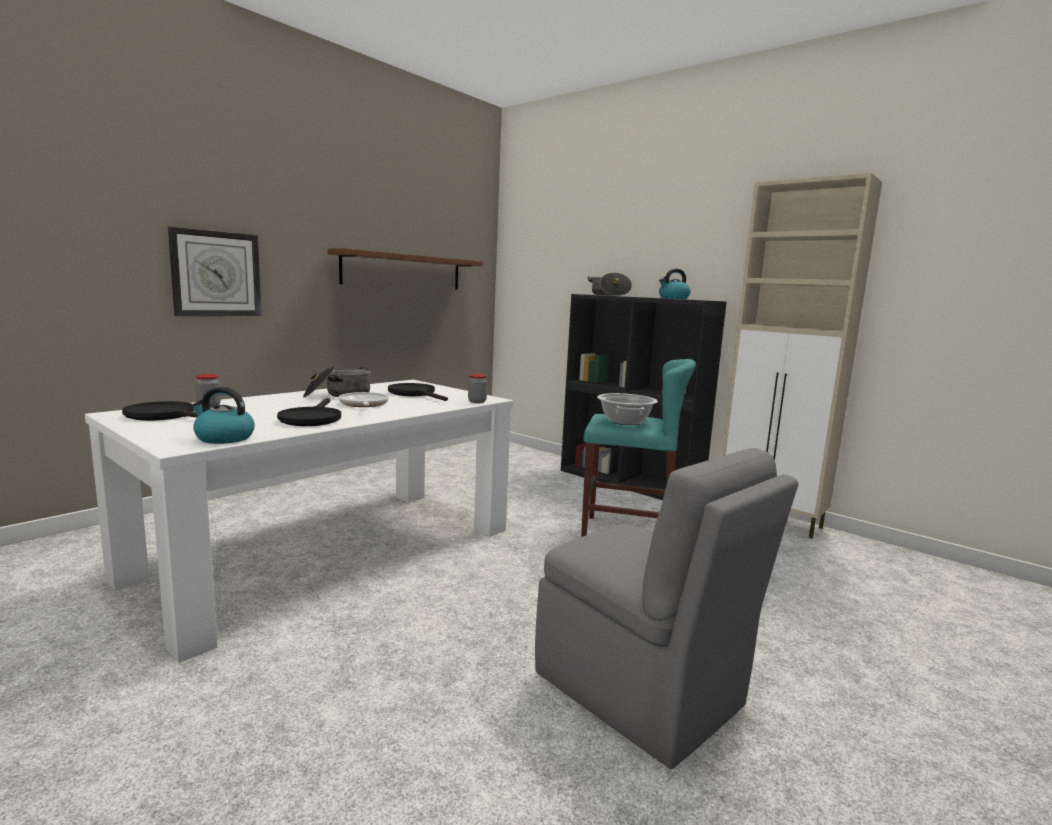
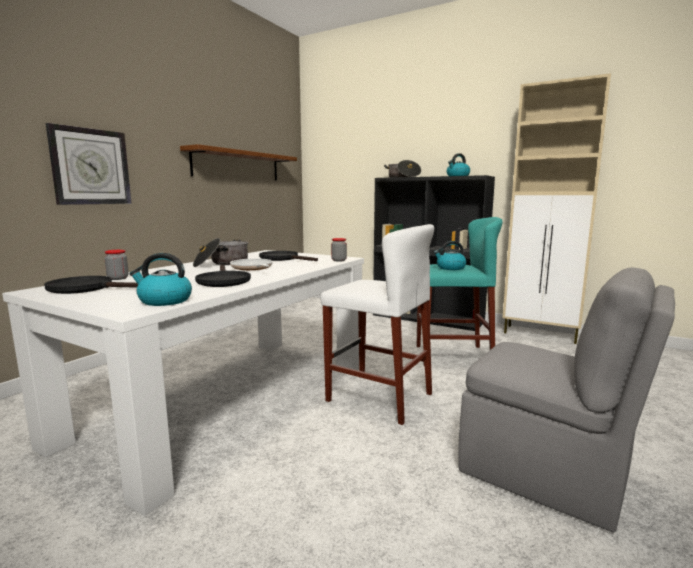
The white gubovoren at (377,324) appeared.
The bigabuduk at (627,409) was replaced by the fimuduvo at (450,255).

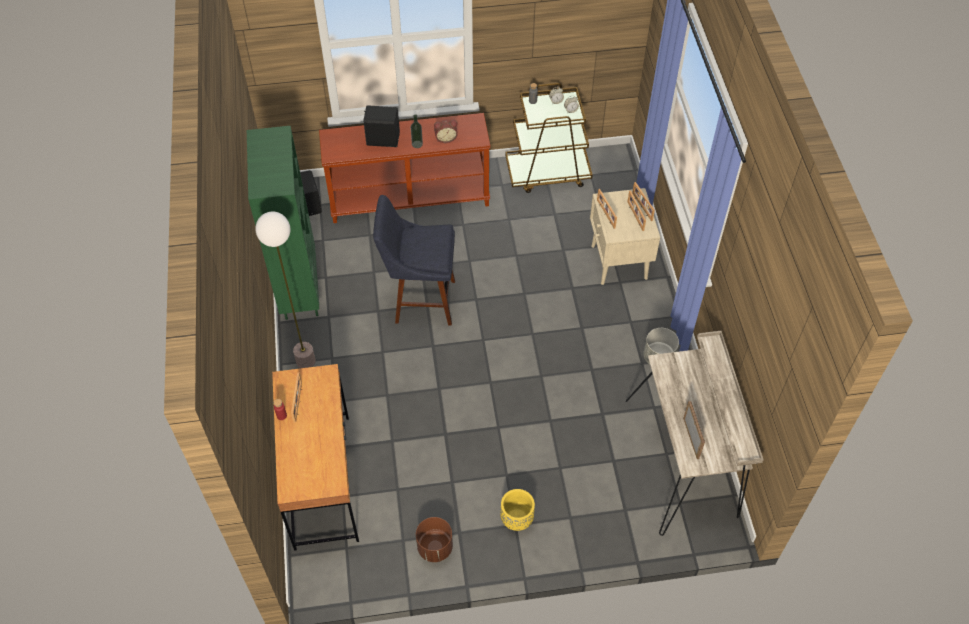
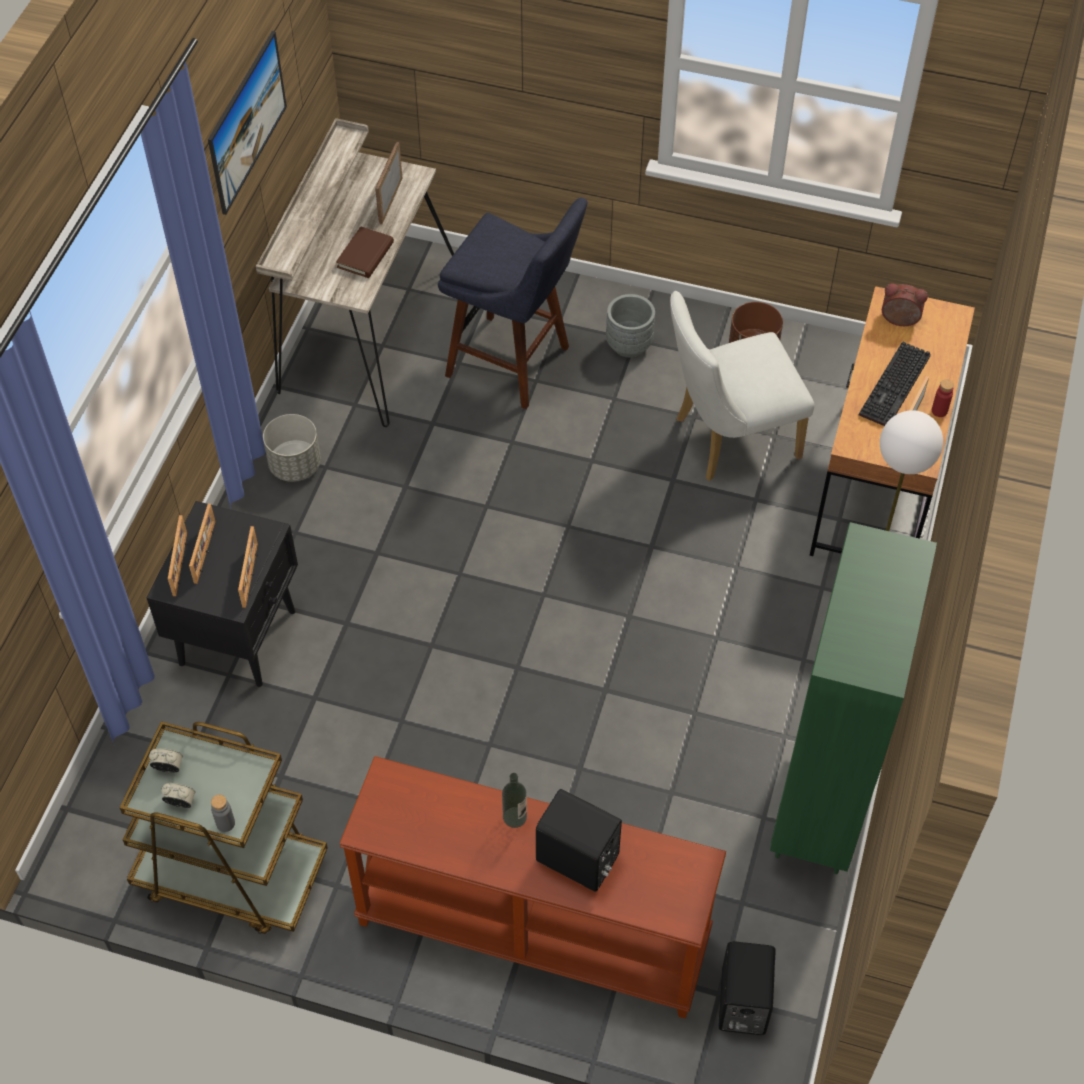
The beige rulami at (625,236) became the black rulami at (222,594).
The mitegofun at (247,123) appeared.
The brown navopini at (365,252) appeared.
The blue gubovoren moved from (414,260) to (513,303).
The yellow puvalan at (518,510) became the grey puvalan at (630,325).
The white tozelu at (742,386) appeared.
The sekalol at (895,384) appeared.
The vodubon moved from (446,131) to (905,304).

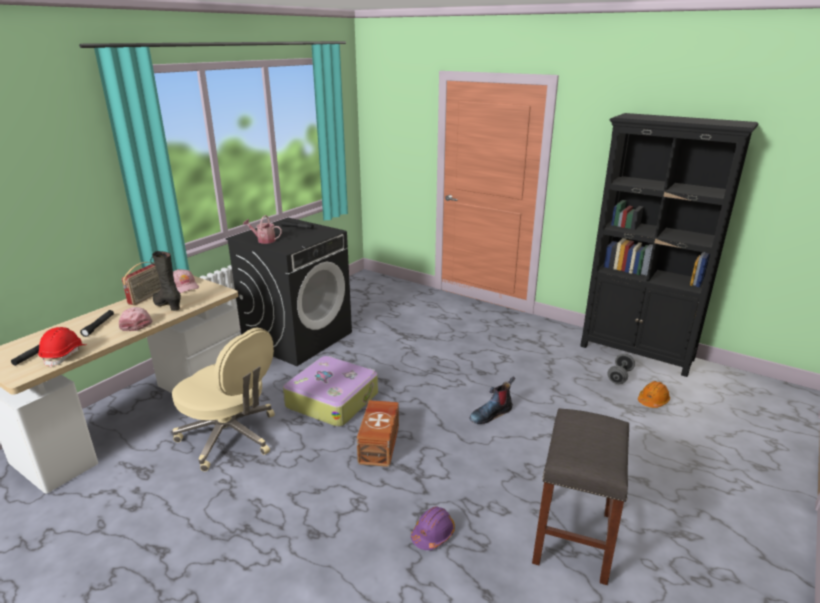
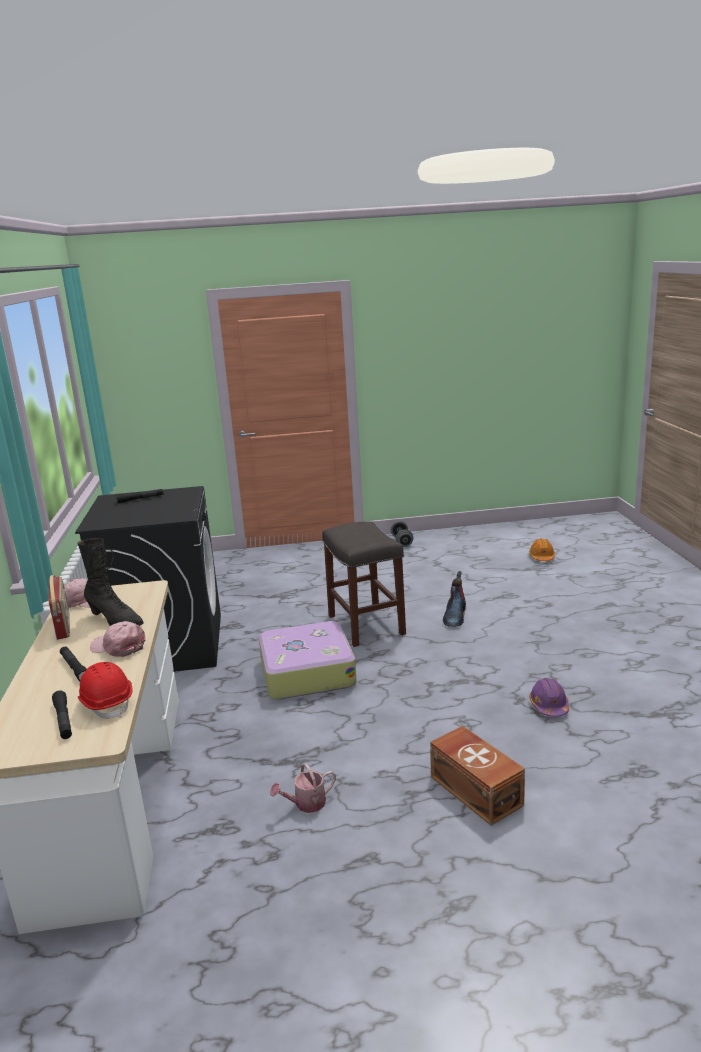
The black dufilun at (166,281) turned 150 degrees counterclockwise.
The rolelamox moved from (262,229) to (303,788).
The grey gubovoren moved from (580,496) to (364,584).
The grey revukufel moved from (621,369) to (402,534).
The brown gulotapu moved from (378,433) to (477,776).
The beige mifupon at (223,399) disappeared.
The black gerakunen at (669,245) disappeared.

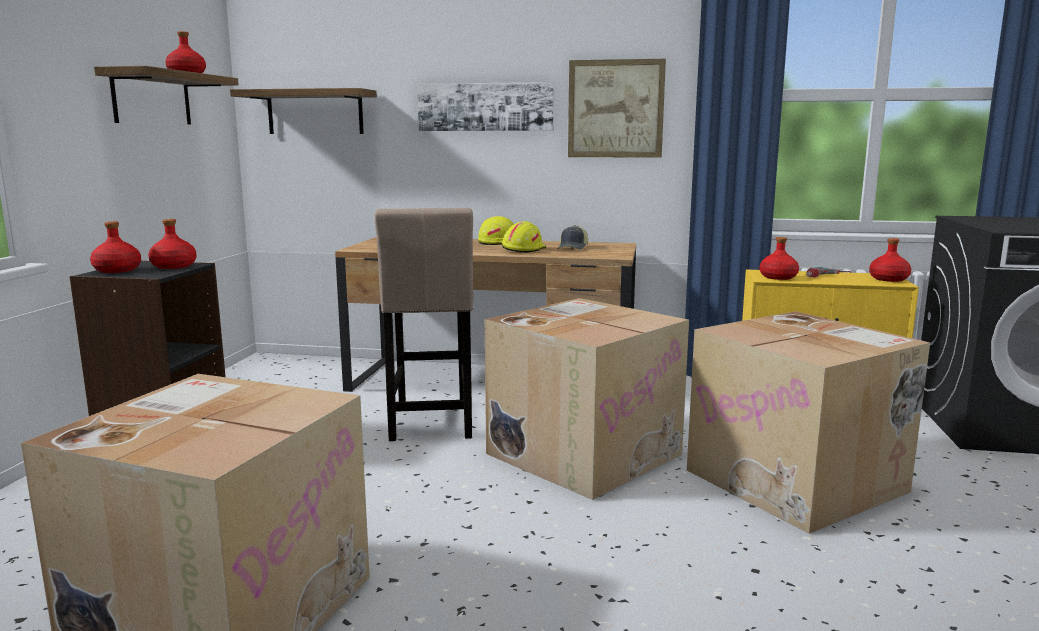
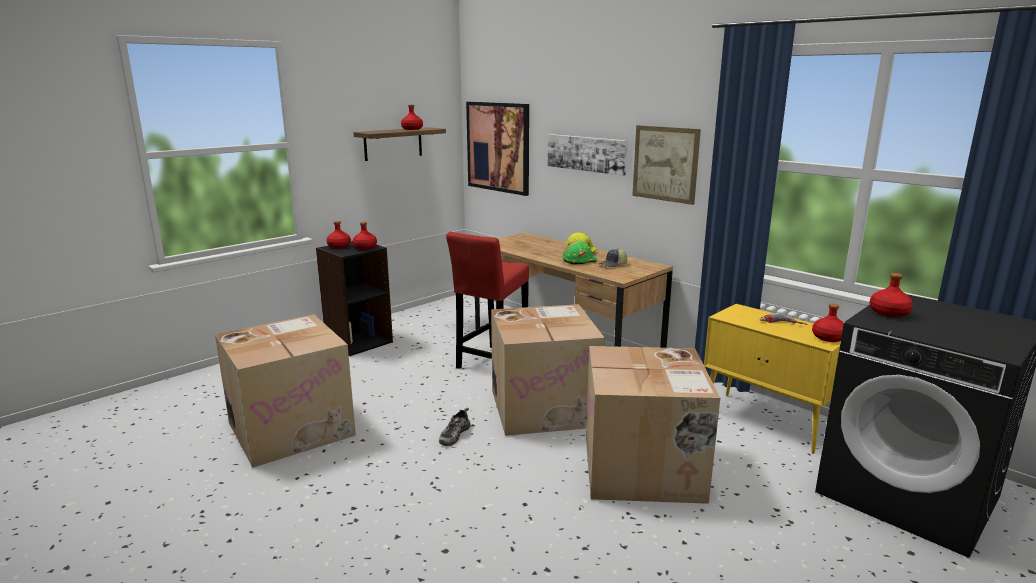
The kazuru at (455,427) appeared.
The beige gubovoren at (424,324) became the red gubovoren at (487,300).
The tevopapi at (303,111) was replaced by the mitegofun at (497,149).
The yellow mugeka at (524,237) became the green mugeka at (580,252).
The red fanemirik moved from (779,258) to (891,295).

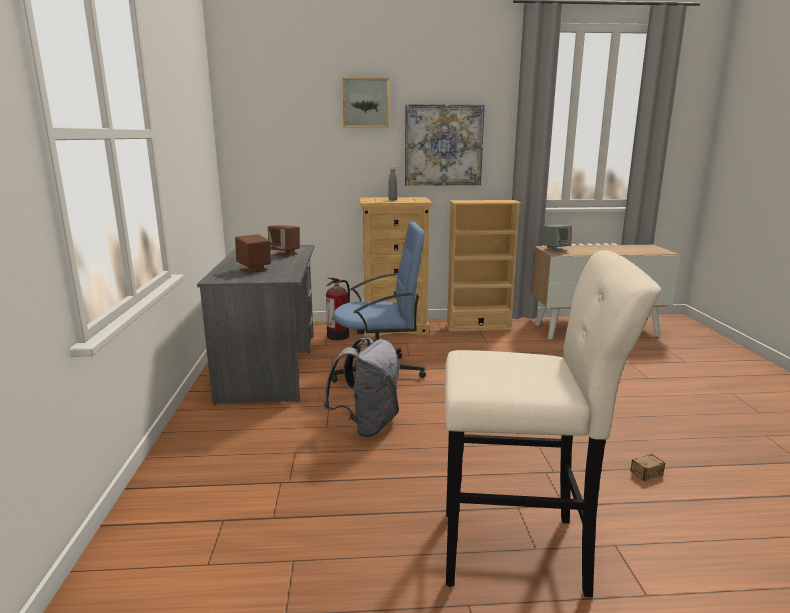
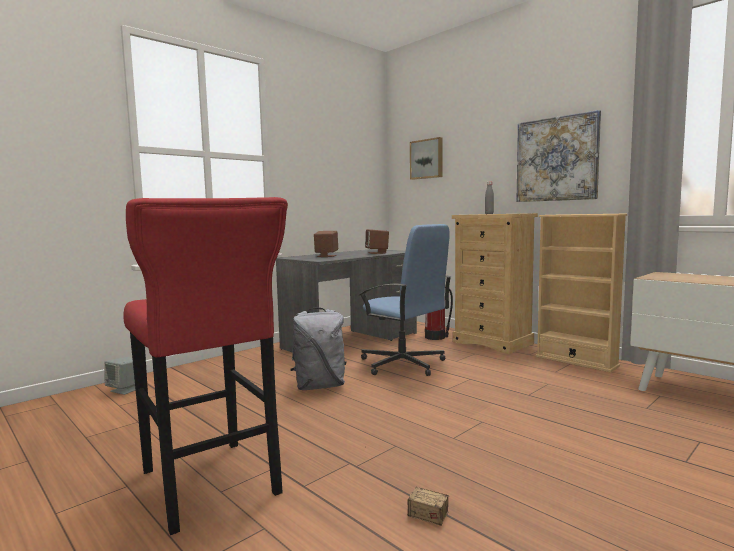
The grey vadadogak moved from (557,238) to (119,376).
The beige gubovoren at (553,423) became the red gubovoren at (205,366).
The mitegofun moved from (366,102) to (426,158).

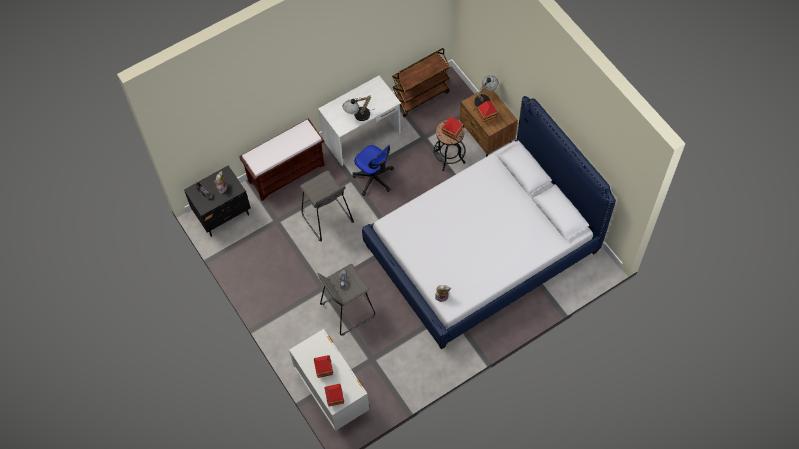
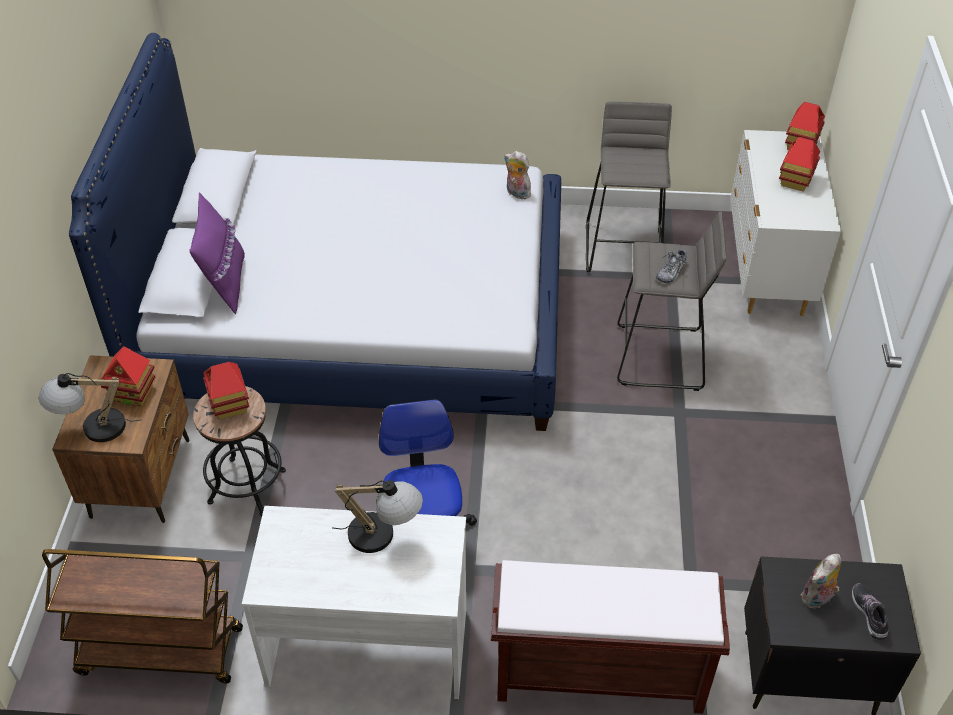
The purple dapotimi at (217,254) appeared.
The grey gubovoren moved from (327,205) to (629,186).

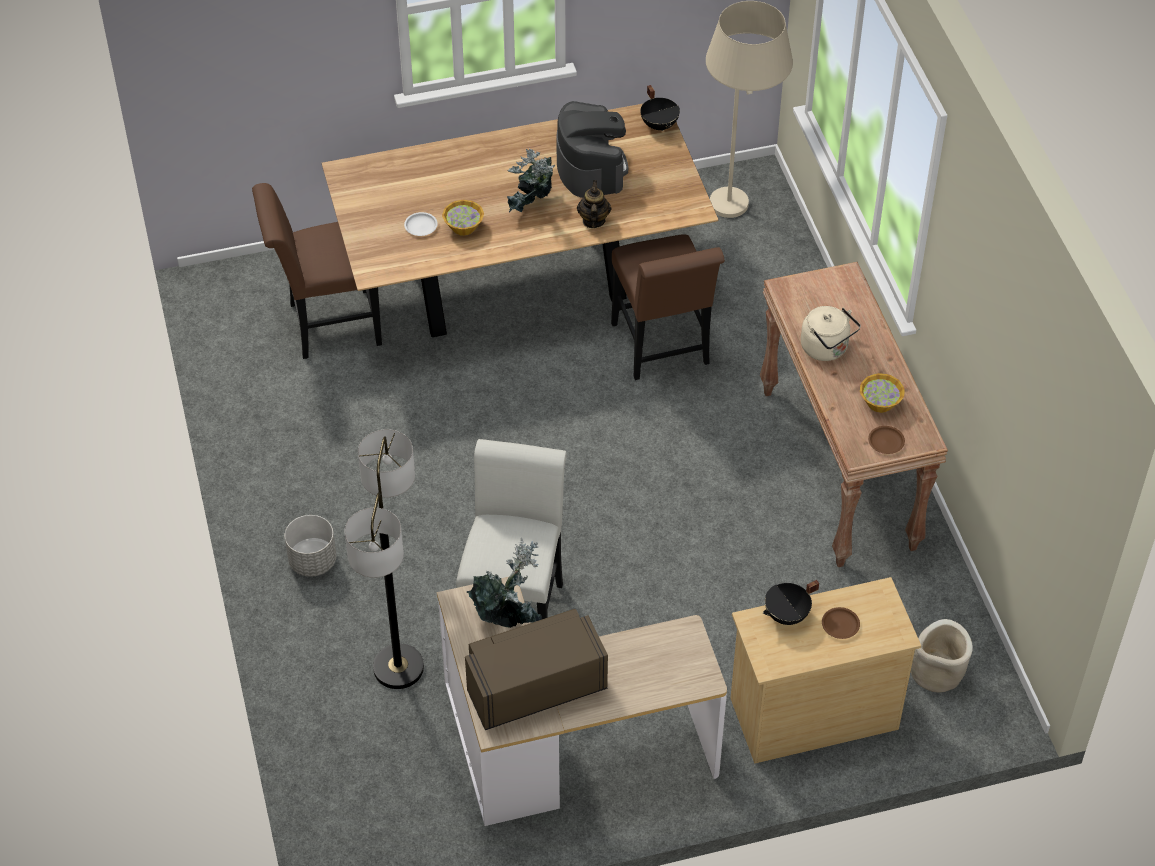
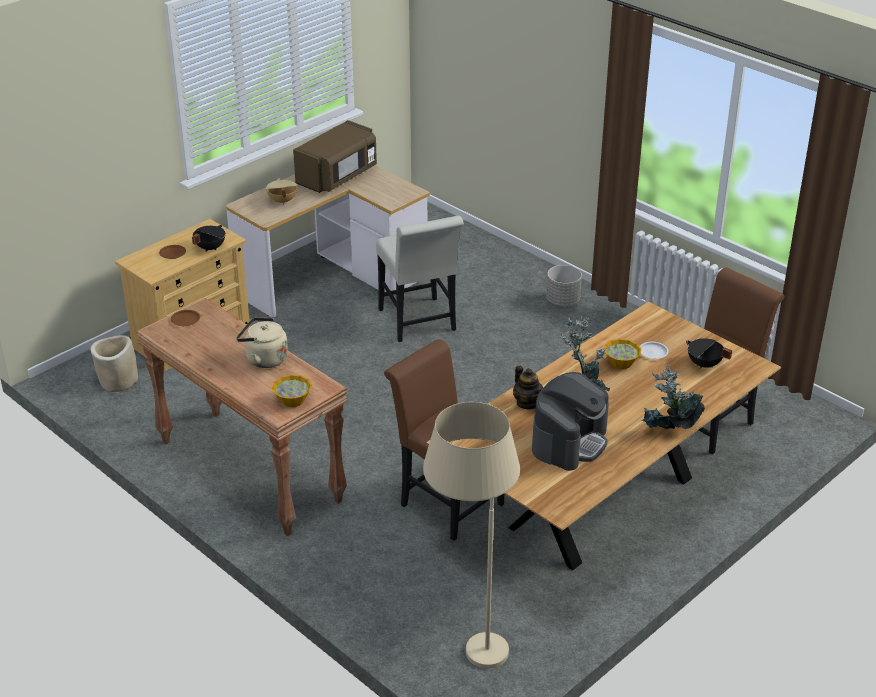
The beige bigabuduk at (281,191) appeared.
The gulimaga moved from (882,393) to (292,391).
The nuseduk at (592,149) turned 105 degrees counterclockwise.
The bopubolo moved from (504,582) to (673,397).
The black bigabuduk moved from (660,108) to (709,353).
The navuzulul at (384,559) disappeared.

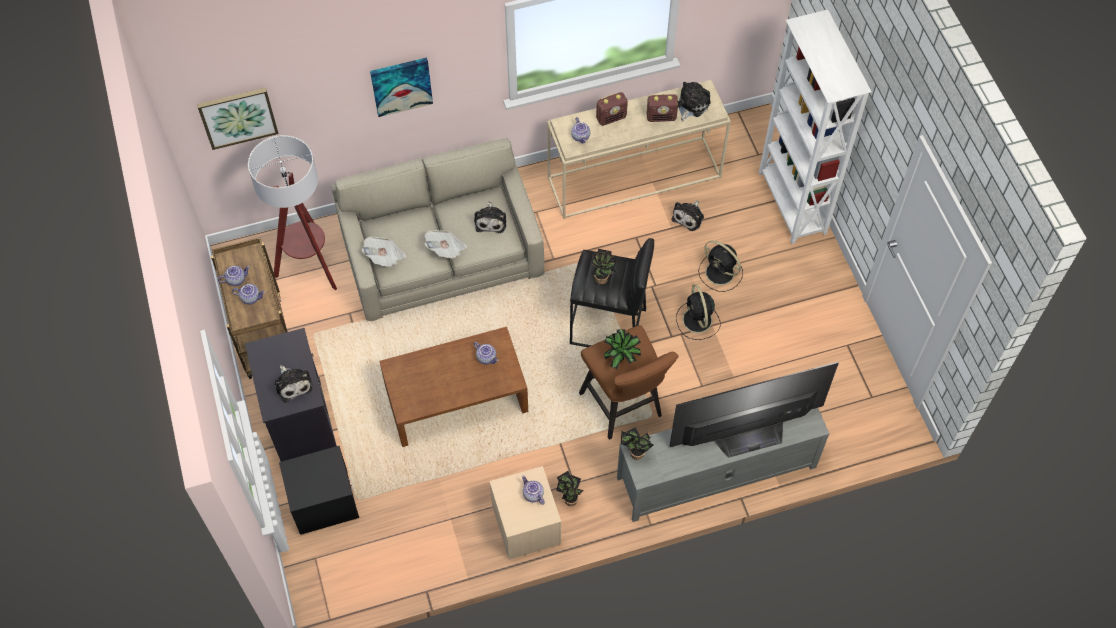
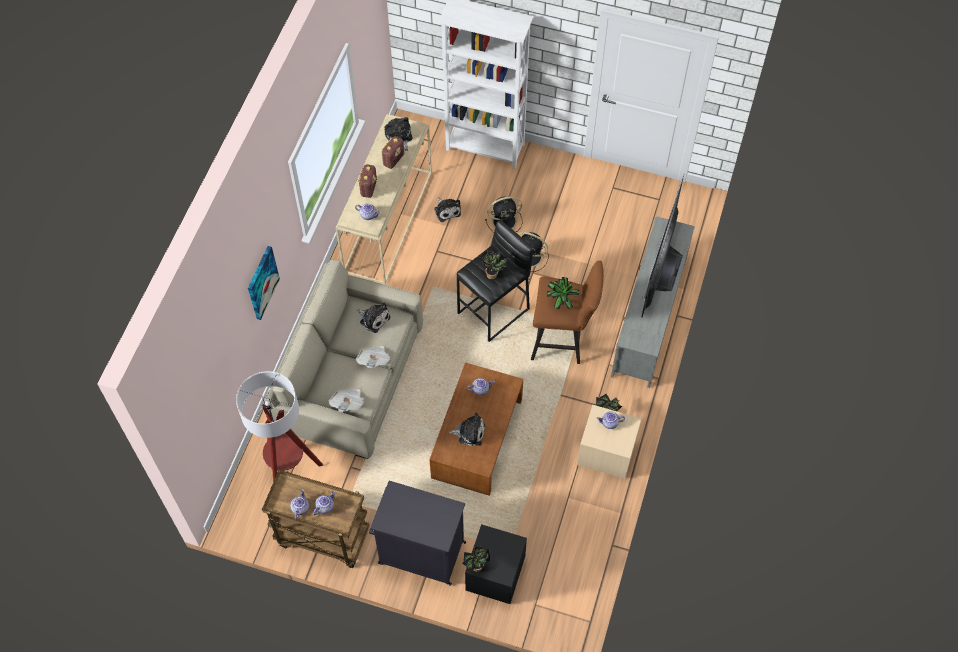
The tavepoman moved from (294,384) to (467,429).
The bopubolo moved from (637,443) to (476,559).
The mitegofun at (238,119) disappeared.

